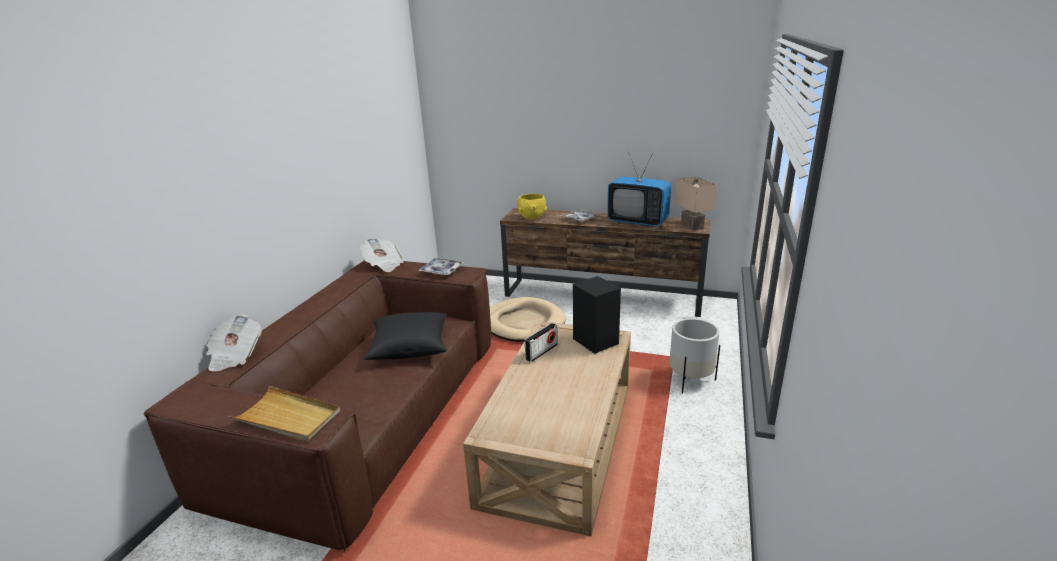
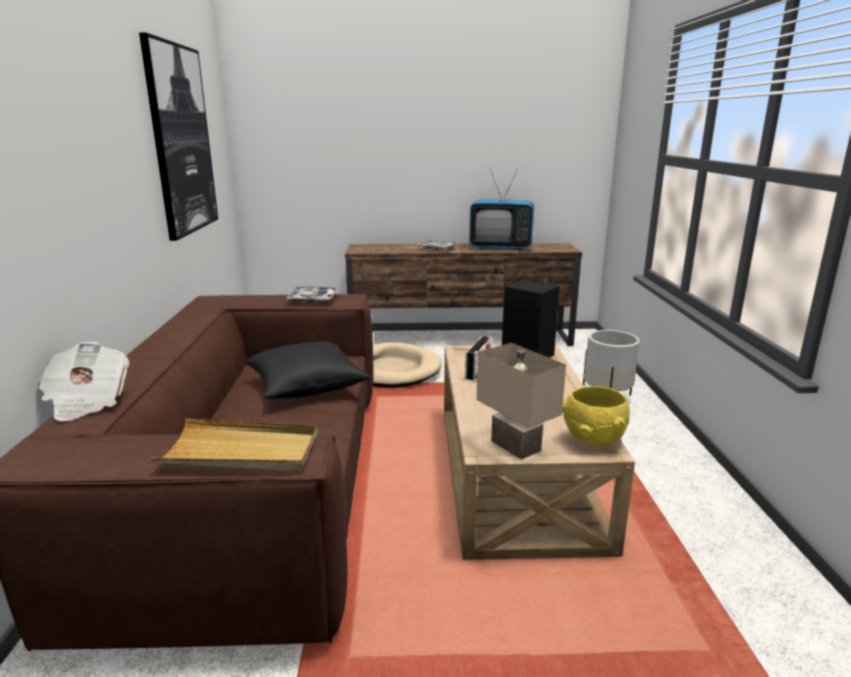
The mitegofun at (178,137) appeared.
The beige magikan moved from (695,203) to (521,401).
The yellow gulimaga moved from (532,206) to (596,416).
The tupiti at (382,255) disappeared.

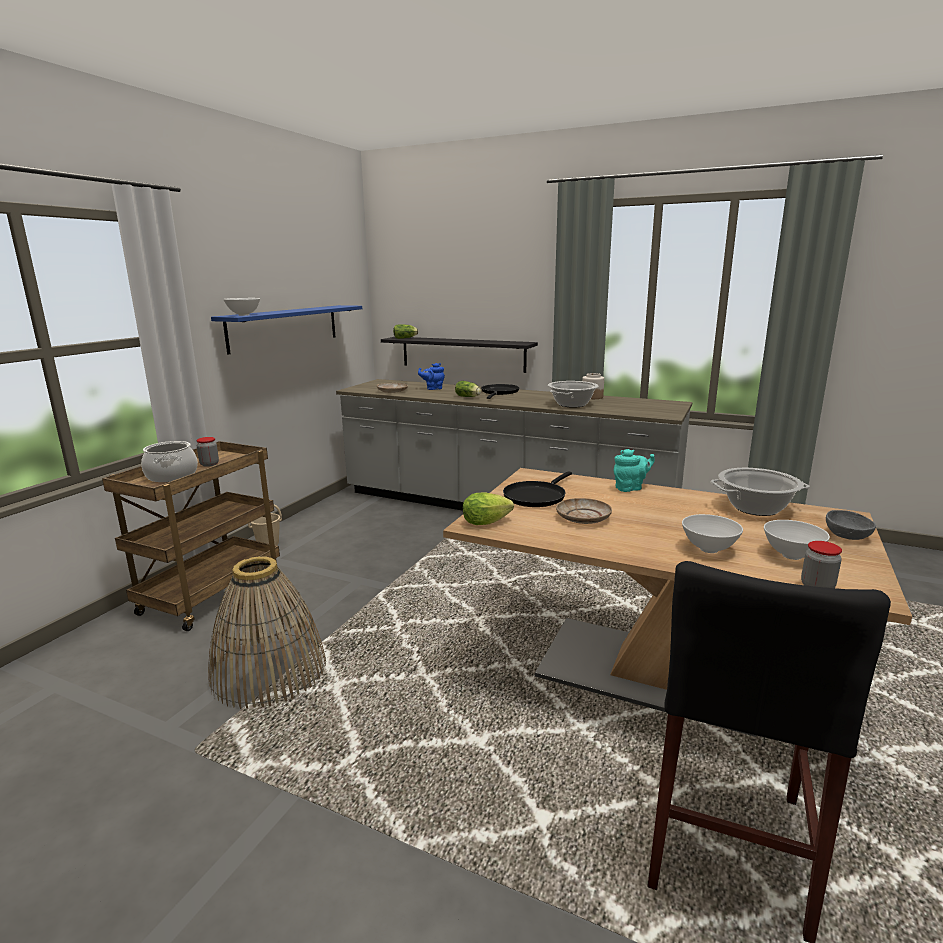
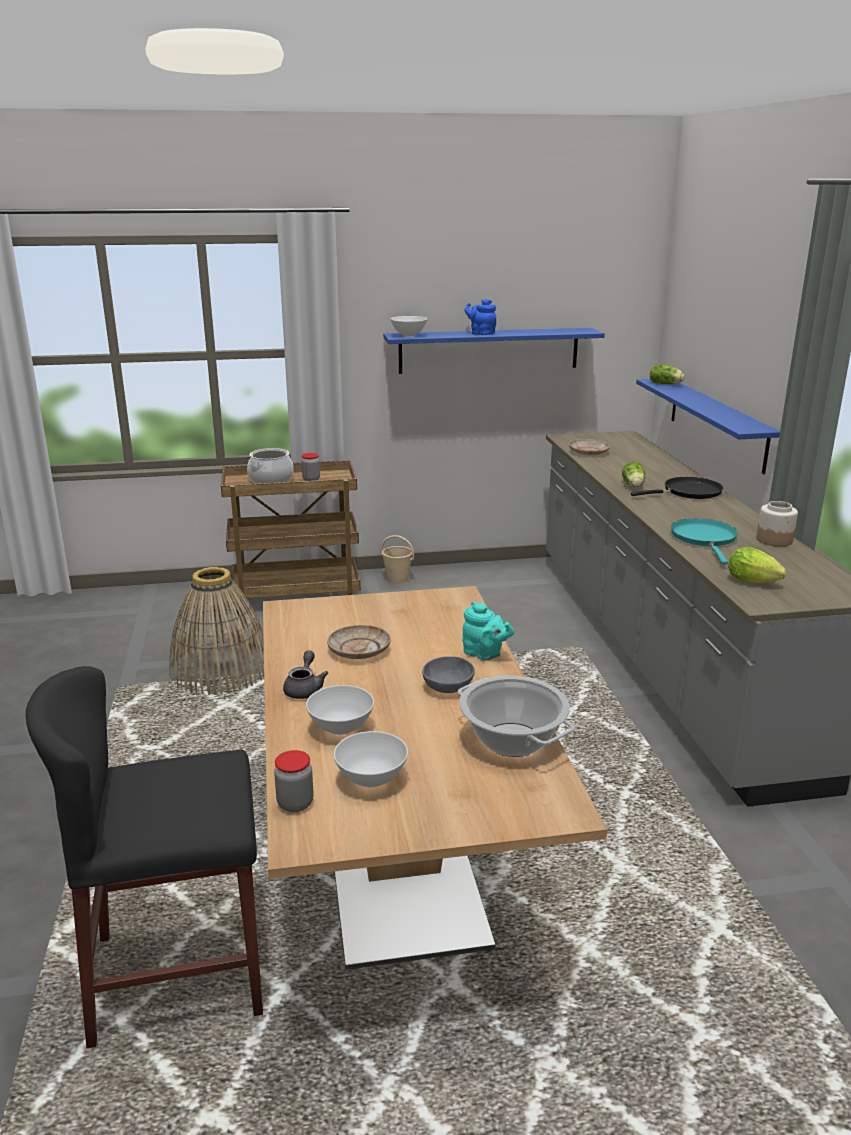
The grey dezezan at (305,674) appeared.
The grey gulimaga moved from (851,525) to (448,674).
The blue dezezan moved from (431,376) to (480,317).
The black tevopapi at (459,355) became the blue tevopapi at (708,426).
The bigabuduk at (573,394) was replaced by the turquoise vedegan at (704,541).
The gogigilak moved from (488,509) to (757,565).
The black vedegan at (537,489) disappeared.

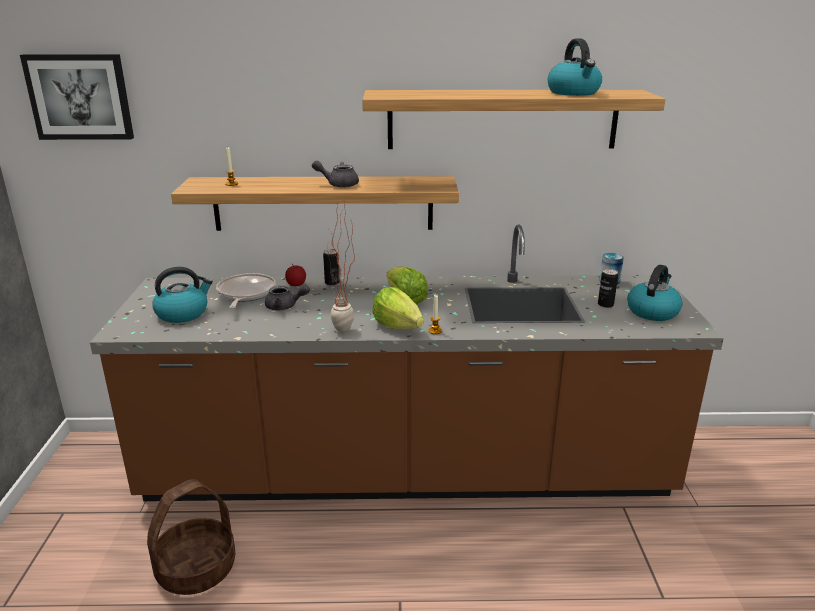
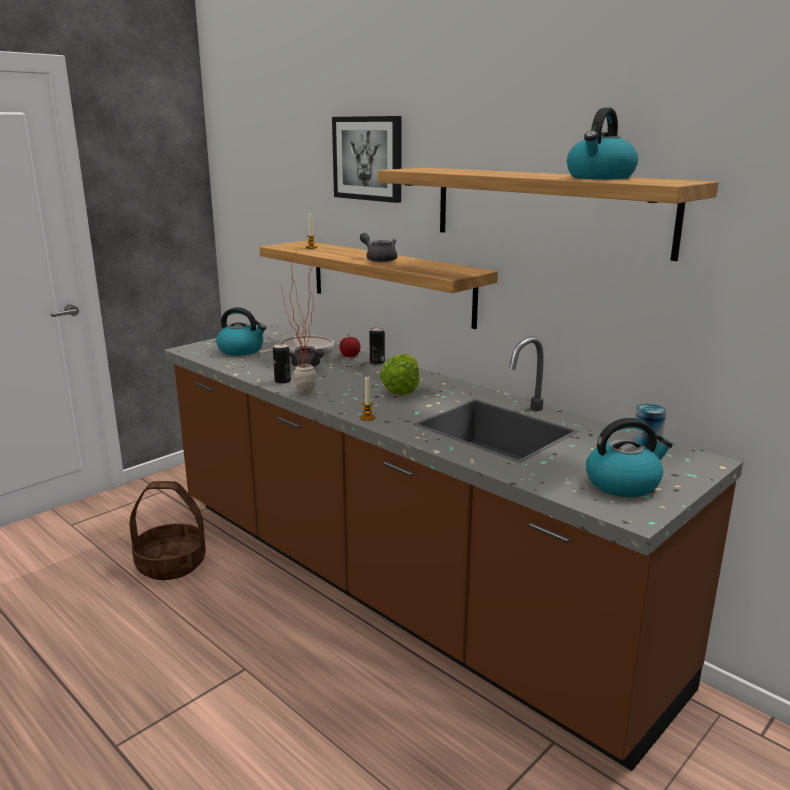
The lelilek moved from (608,288) to (282,363).
The mitegofun moved from (77,97) to (367,159).
The gogigilak at (398,308) disappeared.

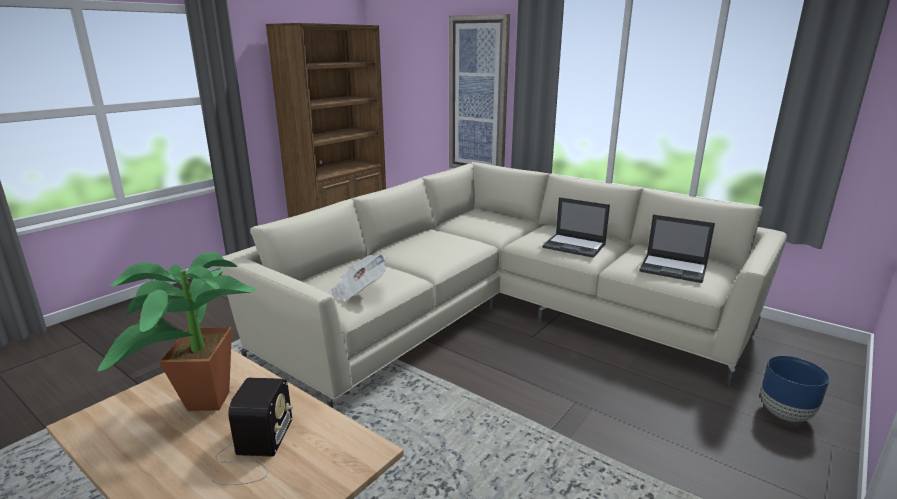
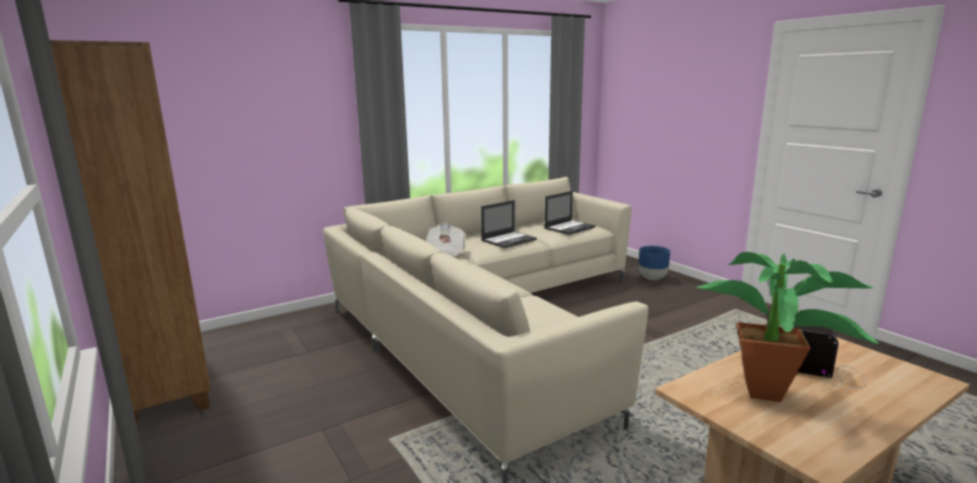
The tupiti moved from (357,277) to (446,239).
The mitegofun at (479,91) disappeared.

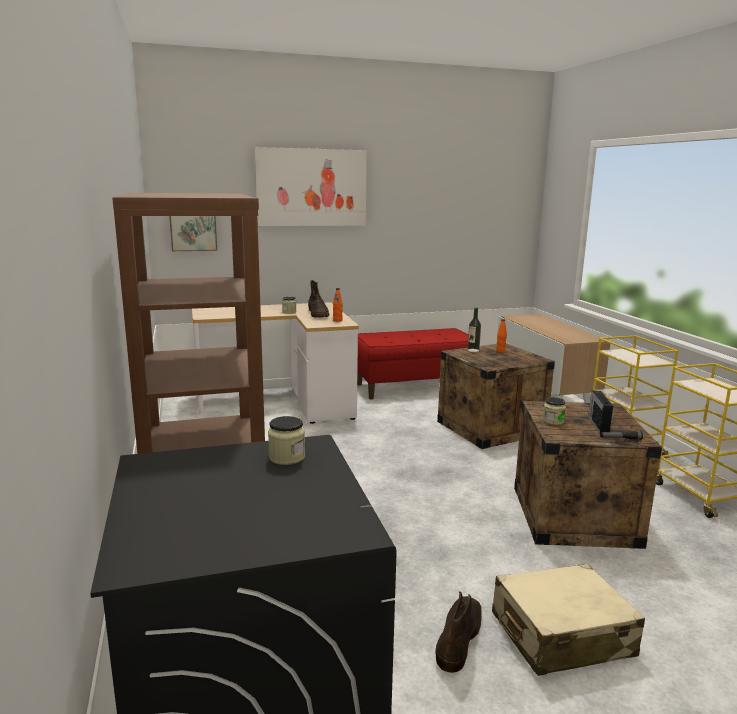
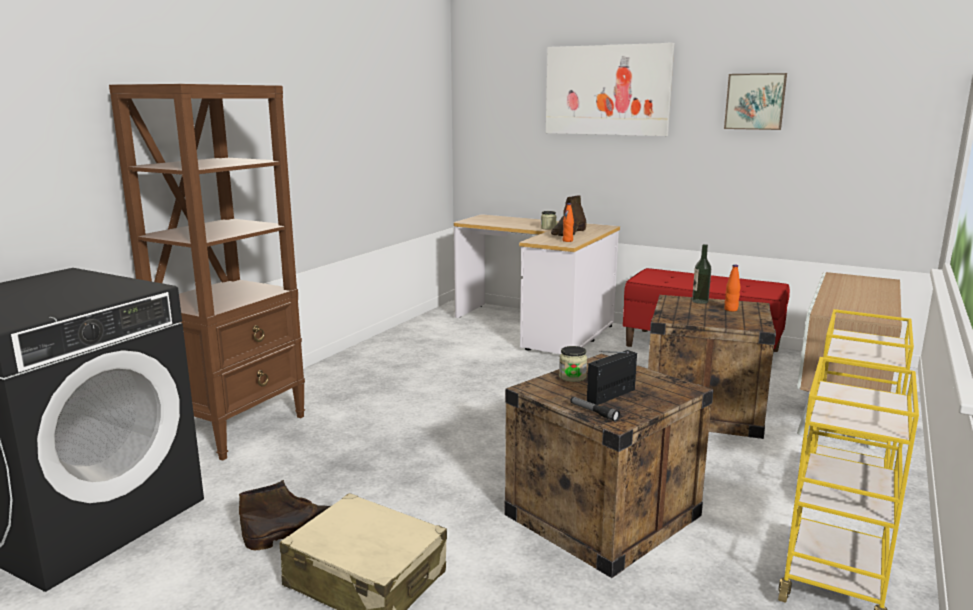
The mitegofun moved from (193,233) to (755,101).
The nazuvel at (286,440) disappeared.

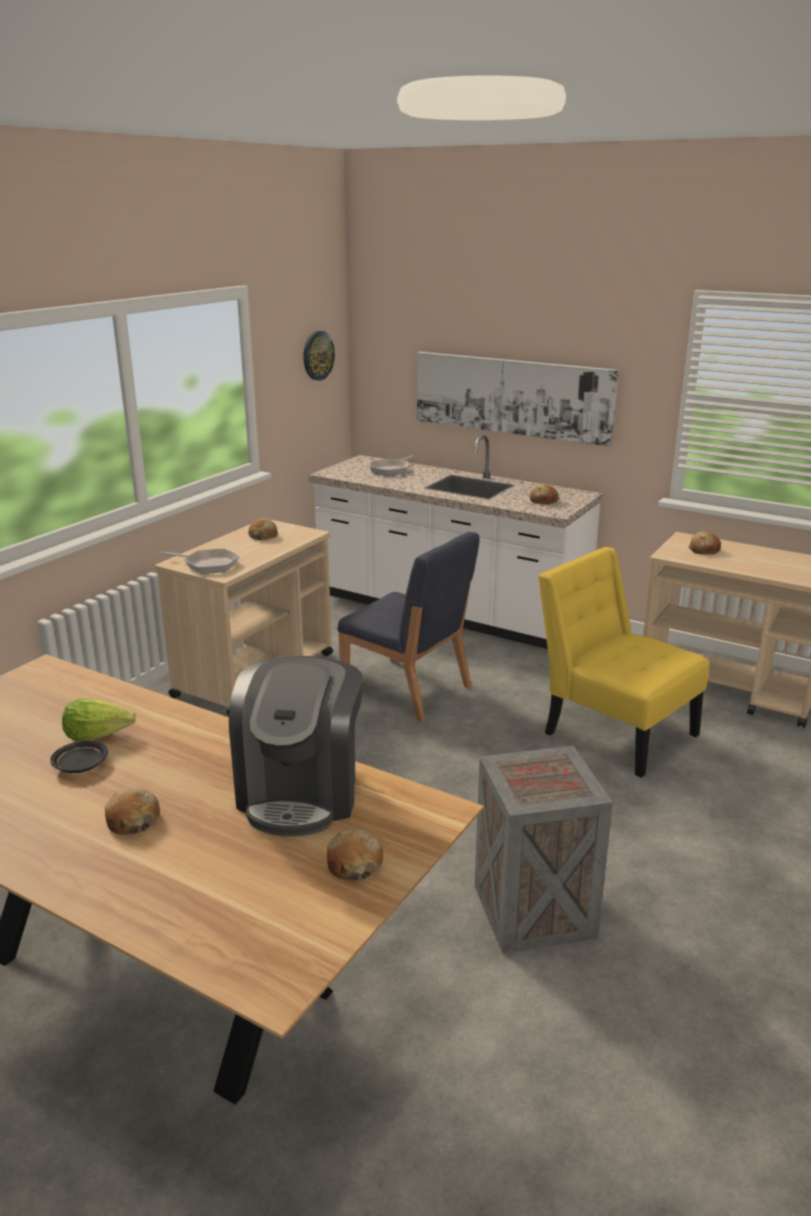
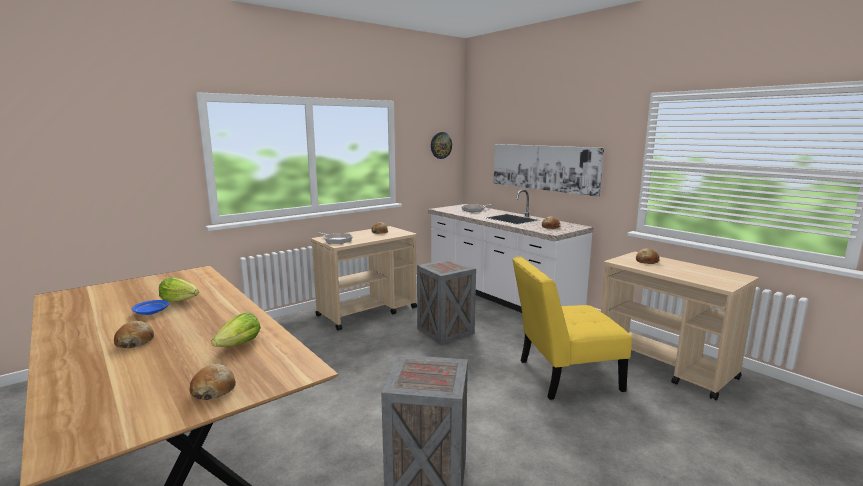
The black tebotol at (79,757) became the blue tebotol at (150,307).
The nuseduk at (296,746) was replaced by the gogigilak at (236,330).
The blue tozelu at (409,627) was replaced by the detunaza at (446,301).
The yellow tozelu at (624,662) turned 75 degrees counterclockwise.

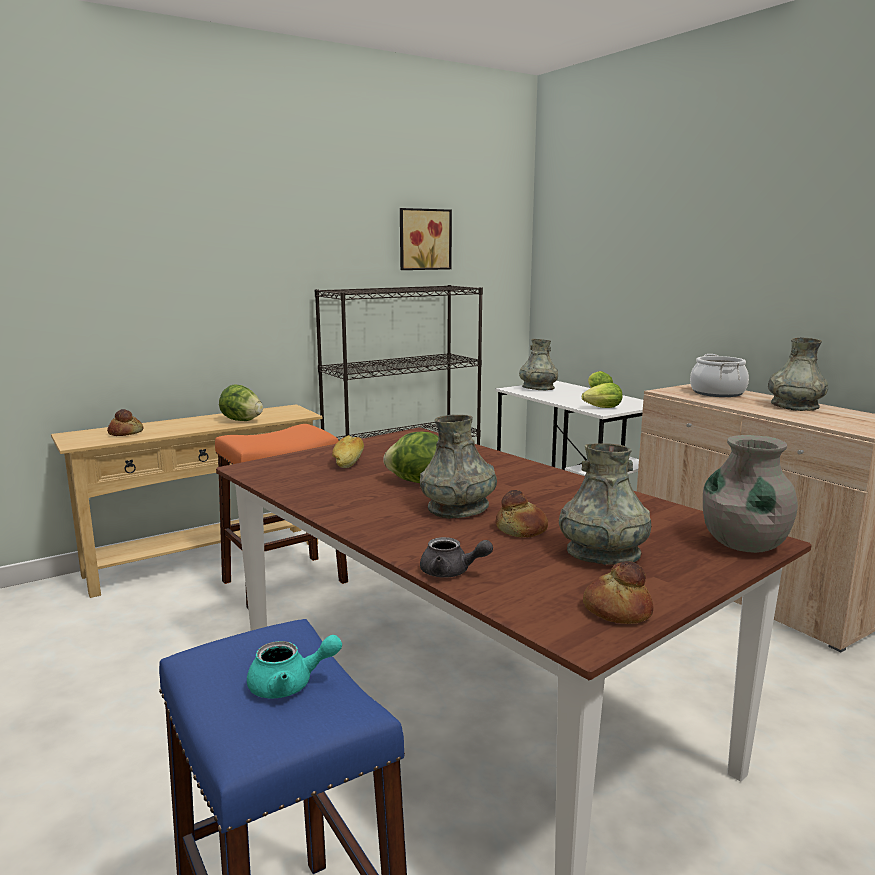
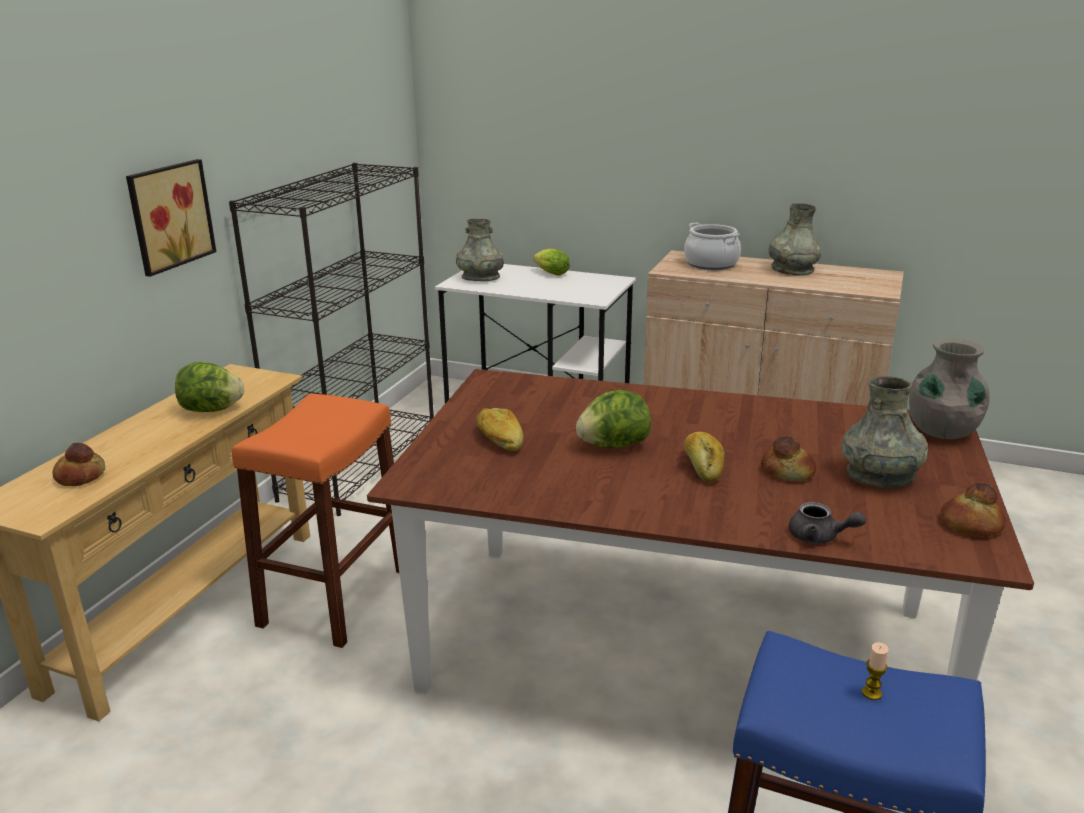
The mitegofun moved from (426,239) to (171,218).
The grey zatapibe at (458,466) was replaced by the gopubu at (704,457).
The grey dezezan at (456,557) turned 45 degrees clockwise.
The turquoise dezezan at (294,666) was replaced by the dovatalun at (875,671).
The gogigilak at (602,395) disappeared.

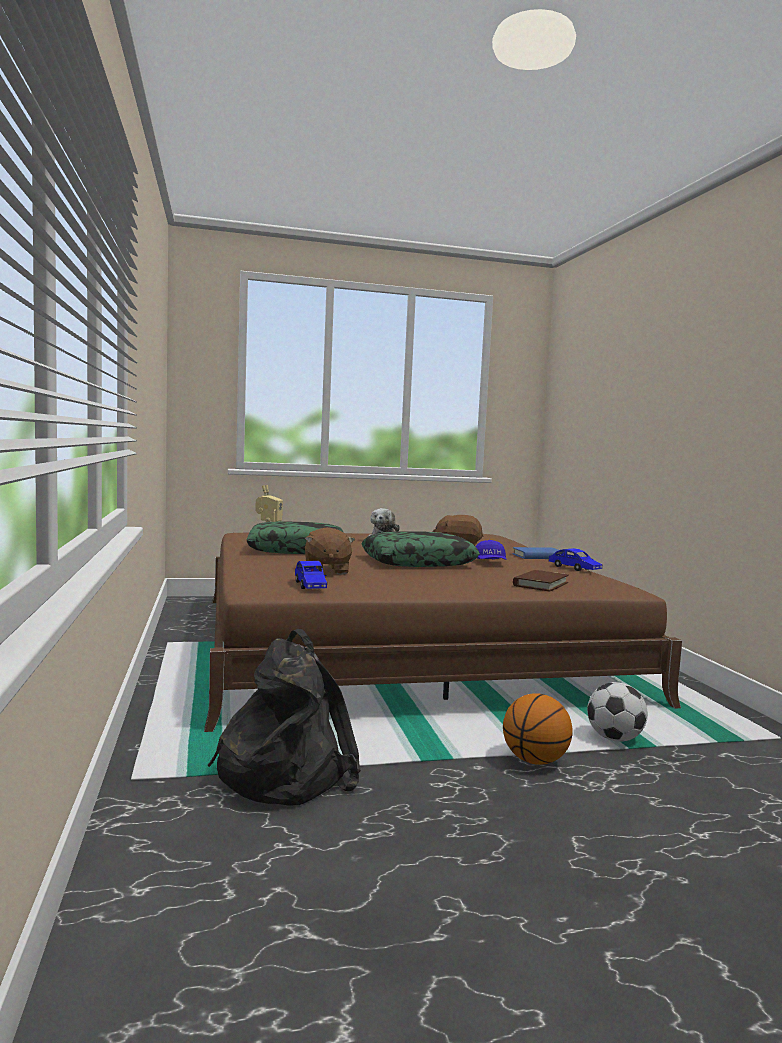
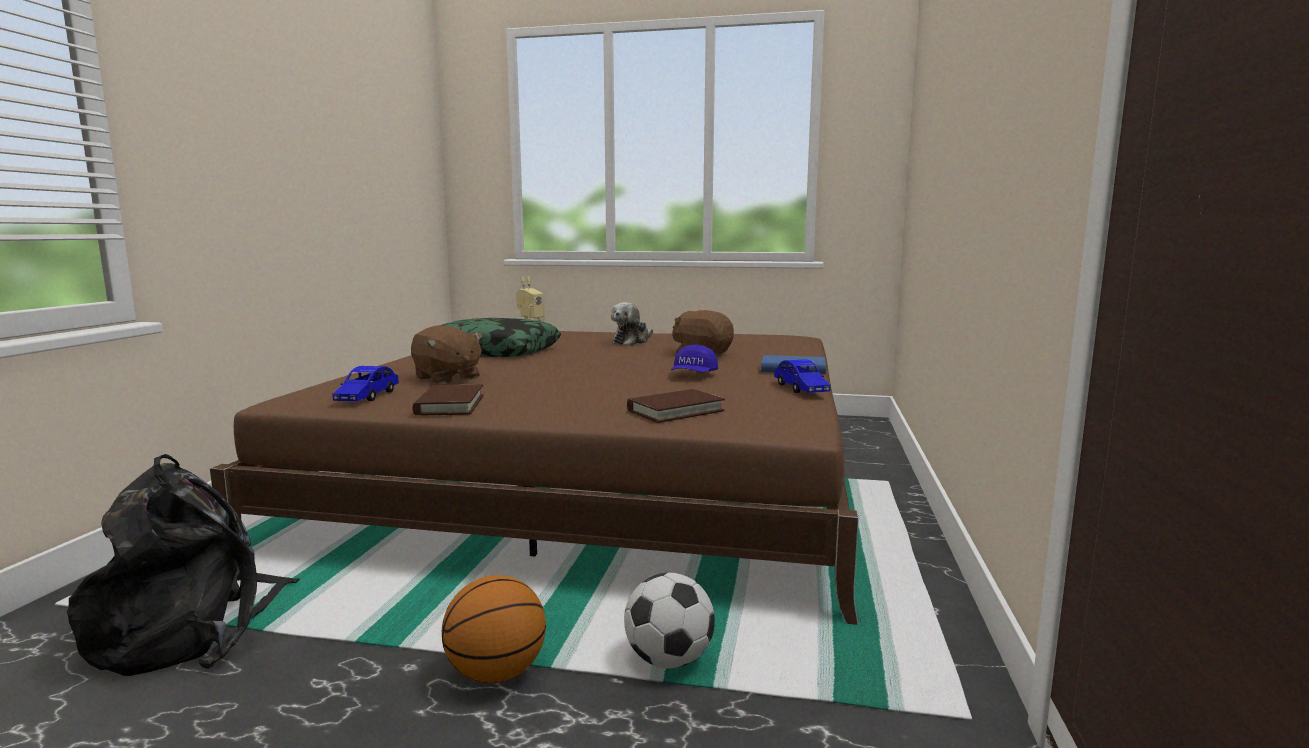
The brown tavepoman at (330,551) turned 60 degrees counterclockwise.
The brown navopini at (447,399) appeared.
The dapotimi at (420,549) disappeared.

